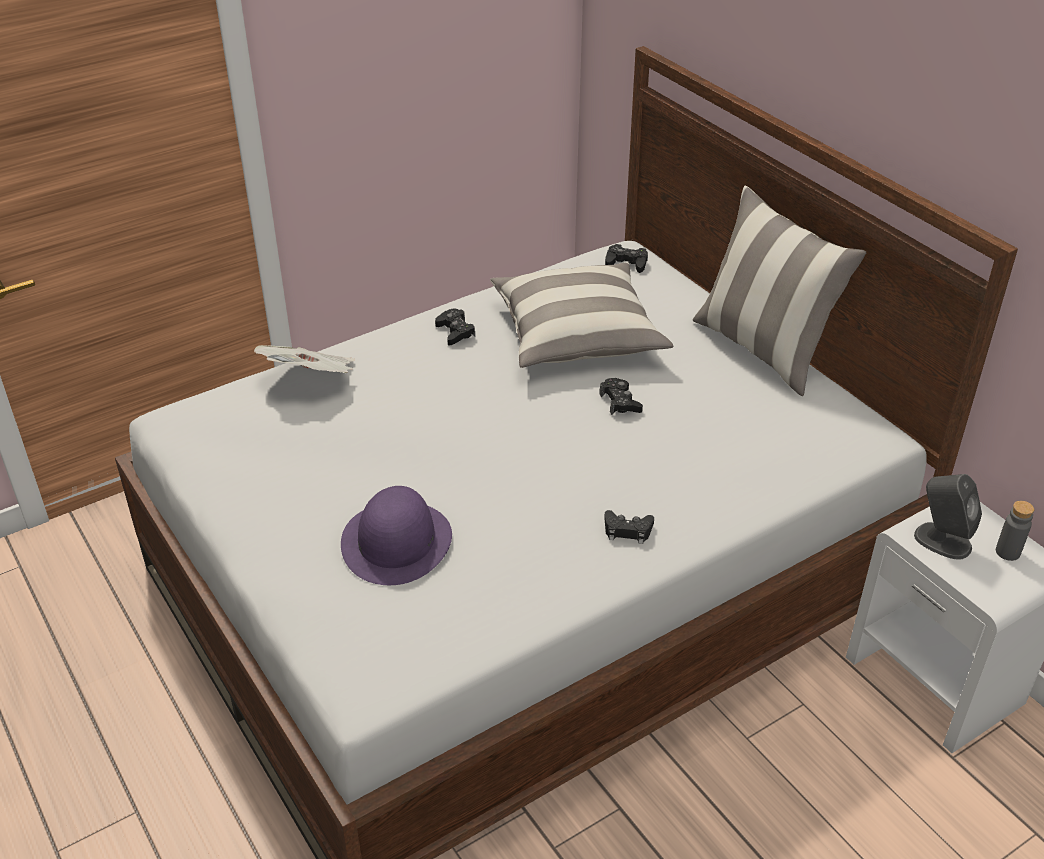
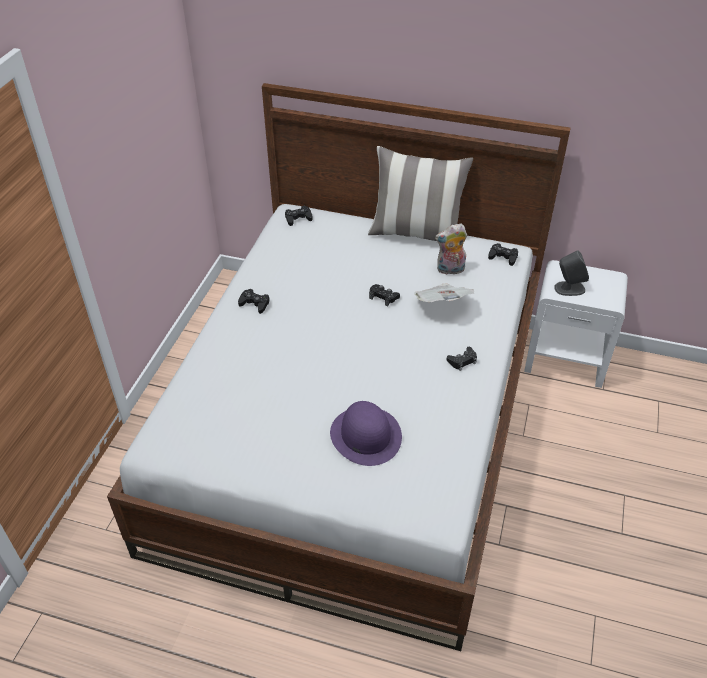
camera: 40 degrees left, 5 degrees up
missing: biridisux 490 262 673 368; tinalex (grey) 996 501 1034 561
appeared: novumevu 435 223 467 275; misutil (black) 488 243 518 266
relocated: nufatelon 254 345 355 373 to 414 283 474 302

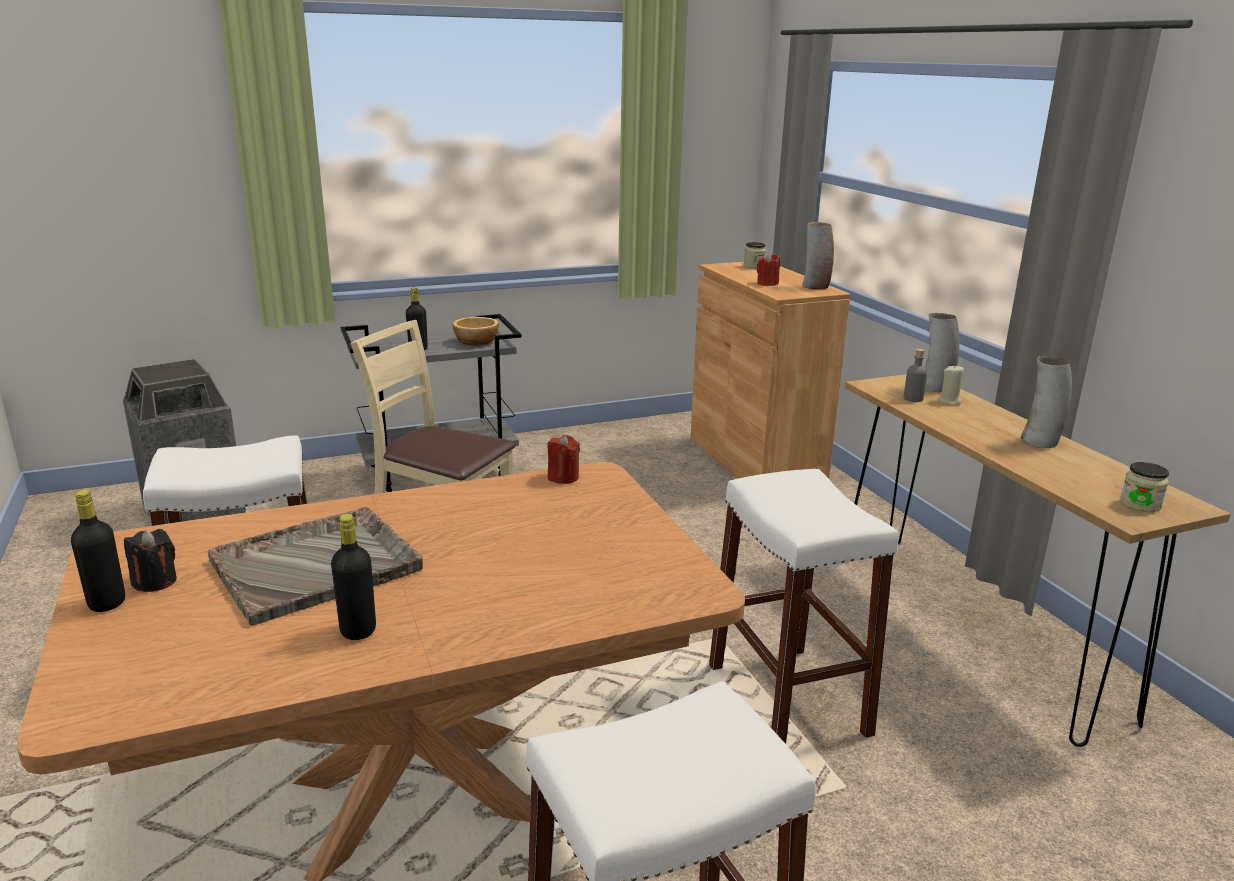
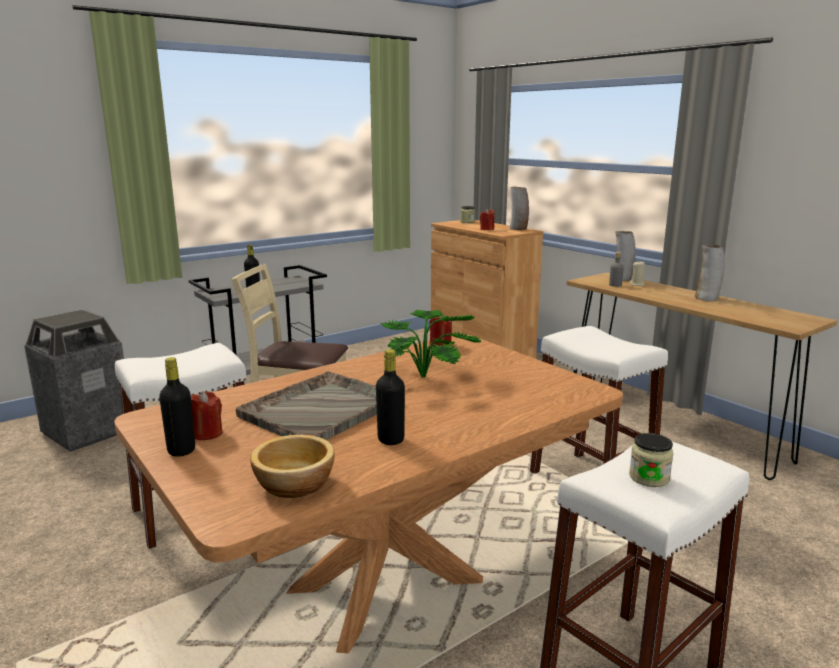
camera: 15 degrees left, 5 degrees down
appeared: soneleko 380 310 482 378
relocated: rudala 452 317 499 346 to 250 435 335 498; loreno 1120 462 1169 512 to 629 433 674 487
colour: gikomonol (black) 124 529 177 592 to gikomonol (red) 191 391 222 440

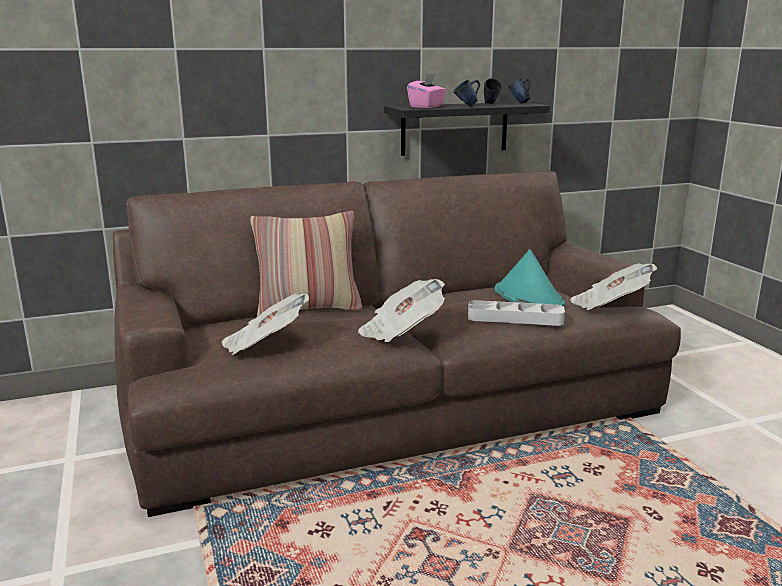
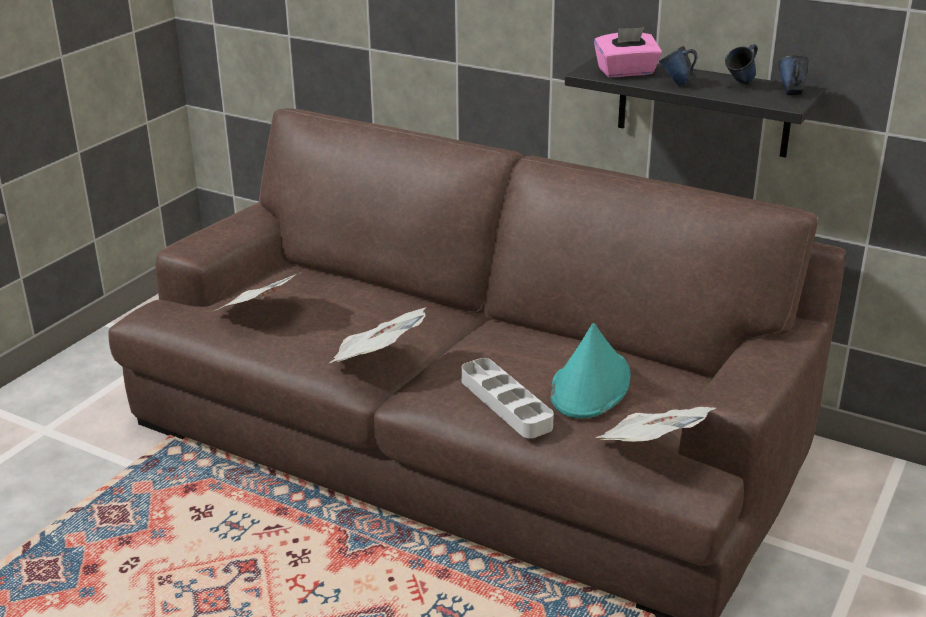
camera: 50 degrees right, 10 degrees up
missing: biridisux 250 211 362 317

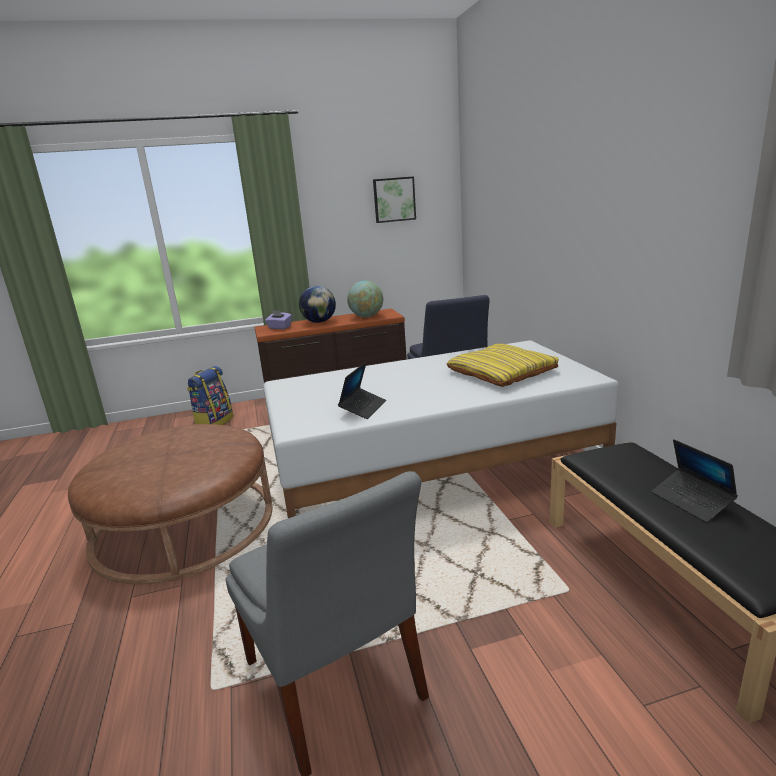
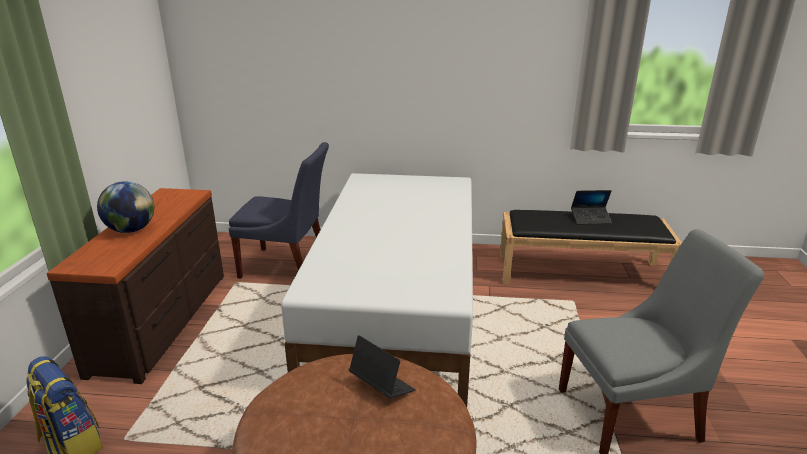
camera: 70 degrees left, 5 degrees up
missing: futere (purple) 265 310 292 329; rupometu 347 281 383 317; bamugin 373 176 416 223; biridisux (yellow) 447 344 559 387
relocated: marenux 338 362 386 419 to 349 335 416 399

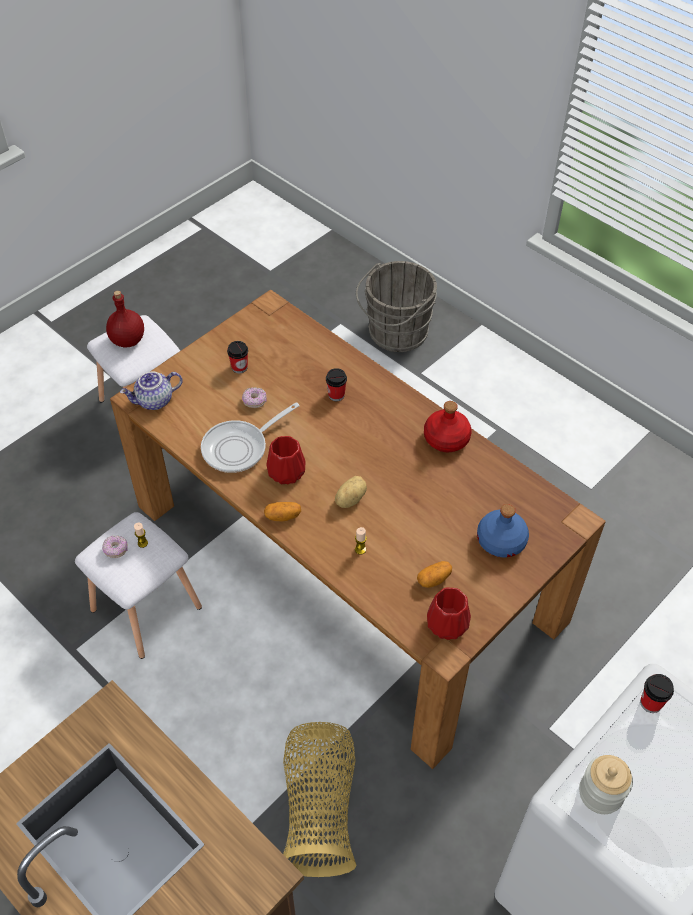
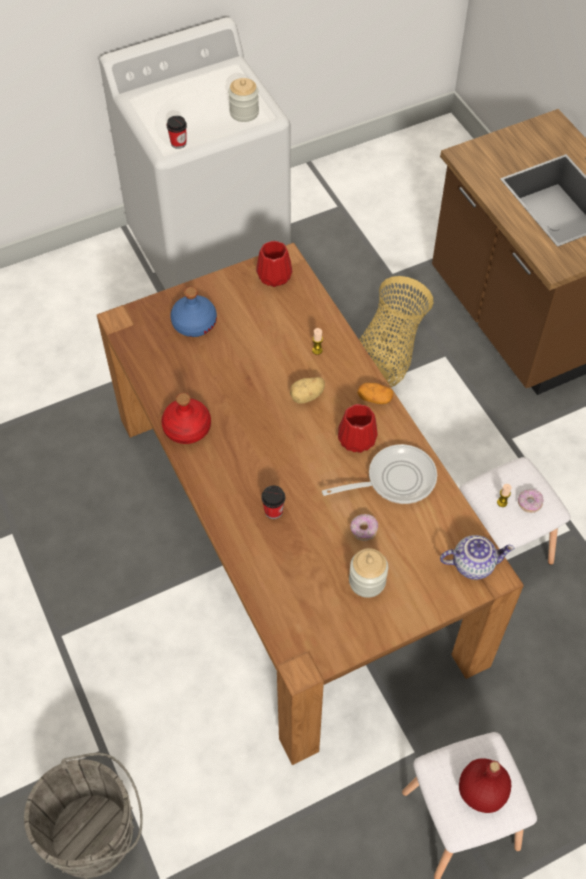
camera: 160 degrees left, 5 degrees up
missing: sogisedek 417 561 452 588
exchanged: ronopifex 227 341 248 373 to loreno 349 548 388 598

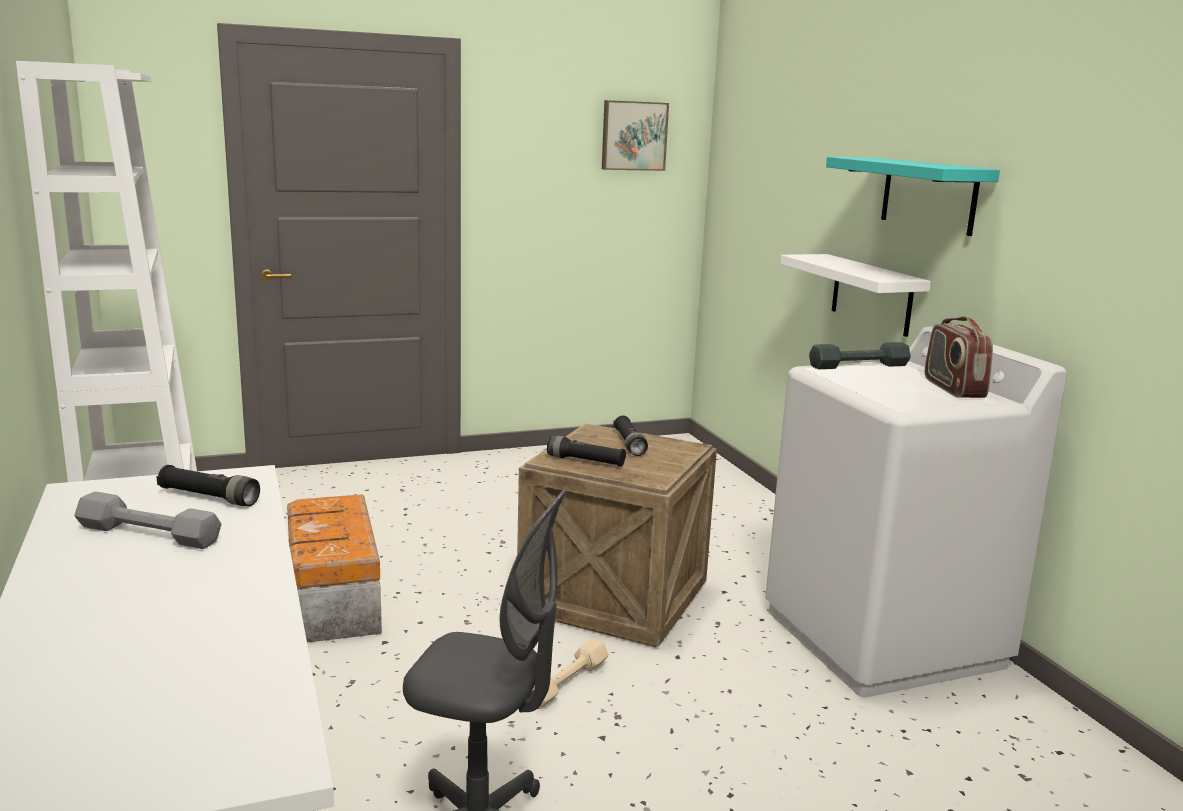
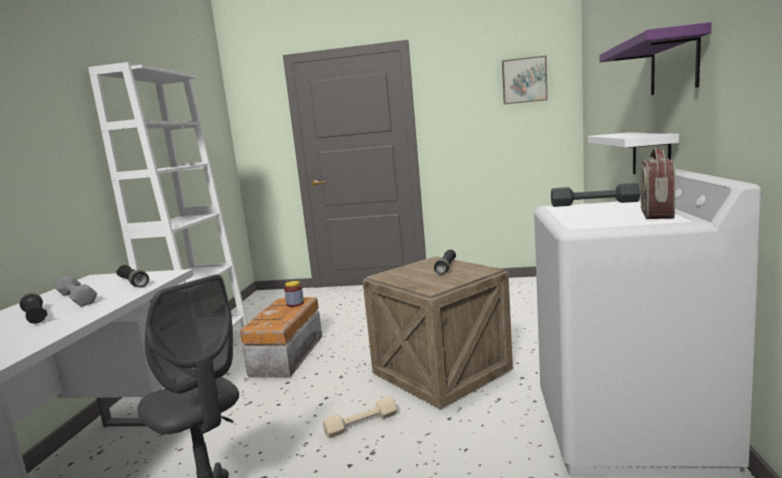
camera: 30 degrees right, 5 degrees down
appeared: loreno 284 281 304 307
relocated: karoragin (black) 547 436 626 467 to 19 293 48 324
colour: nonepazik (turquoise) 826 157 1000 236 to nonepazik (purple) 599 22 712 95

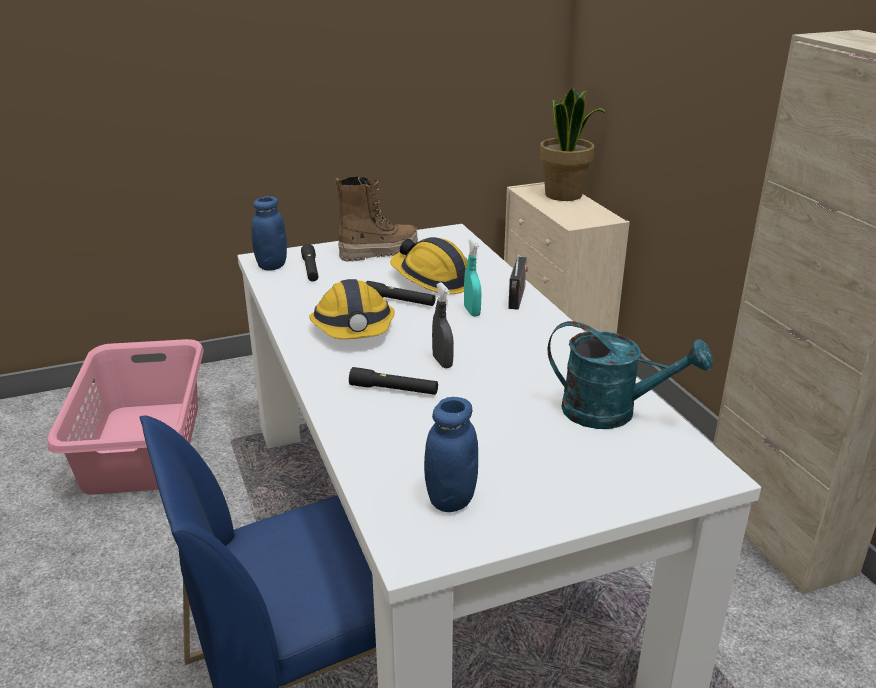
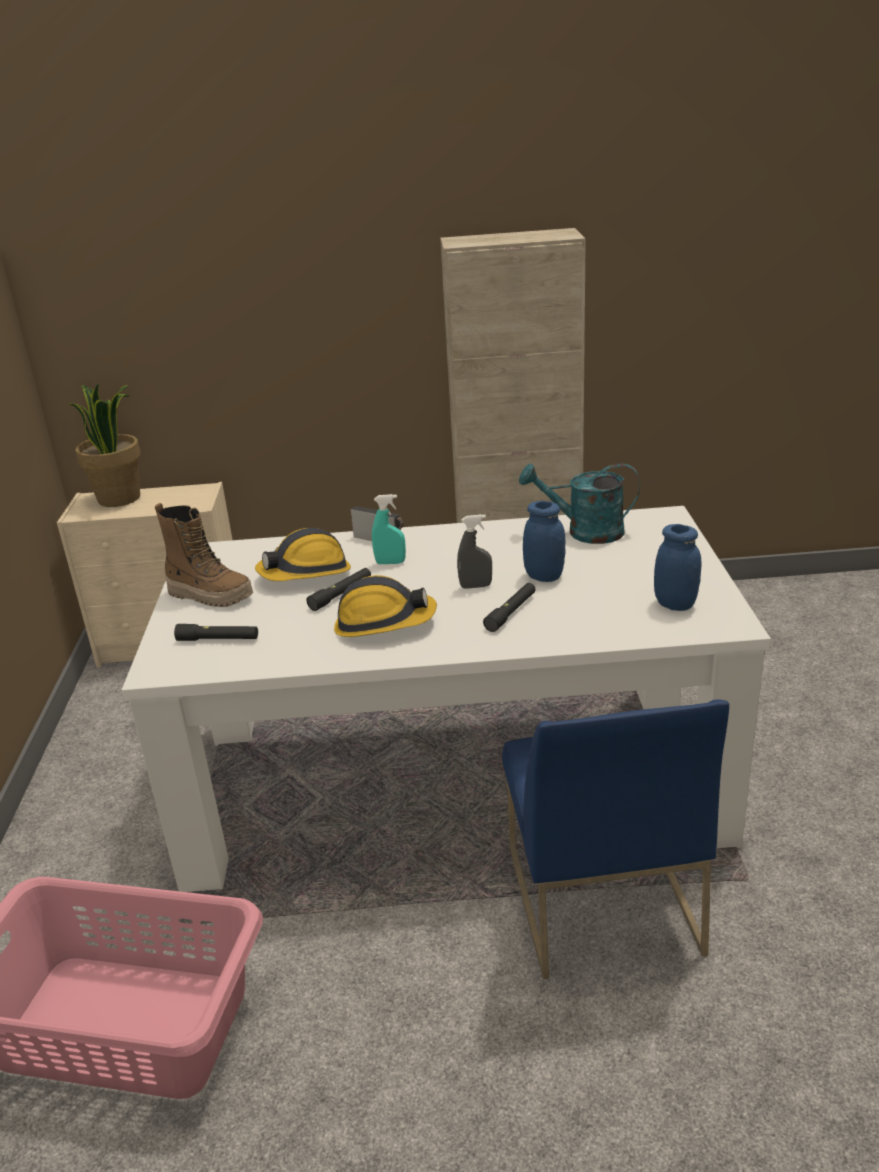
camera: 70 degrees left, 0 degrees up
relocated: loreno (blue) 251 196 287 271 to 523 501 565 582
spun: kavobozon 335 176 418 262 = 155 503 253 607 120 degrees clockwise; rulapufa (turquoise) 548 321 713 429 = 519 463 640 544 120 degrees counterclockwise

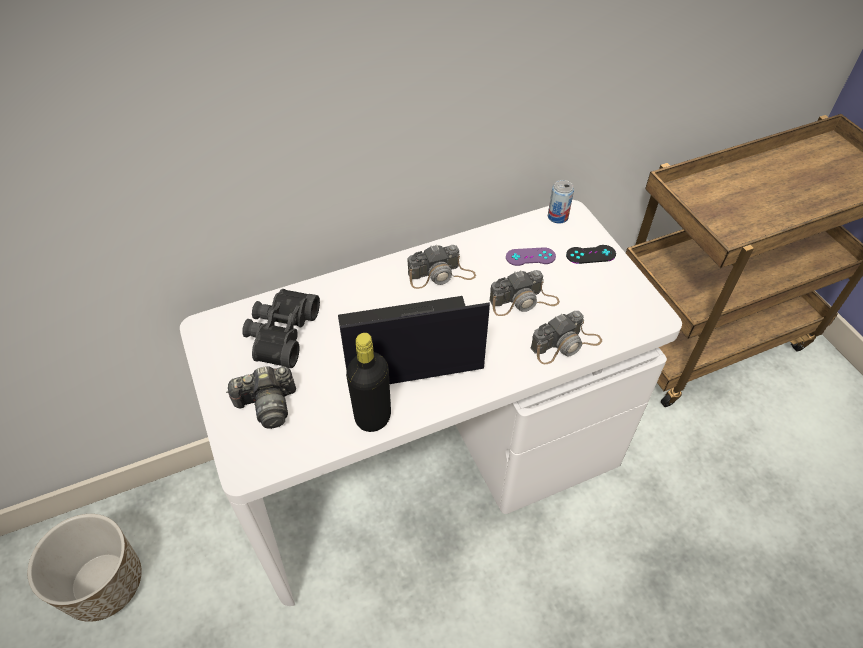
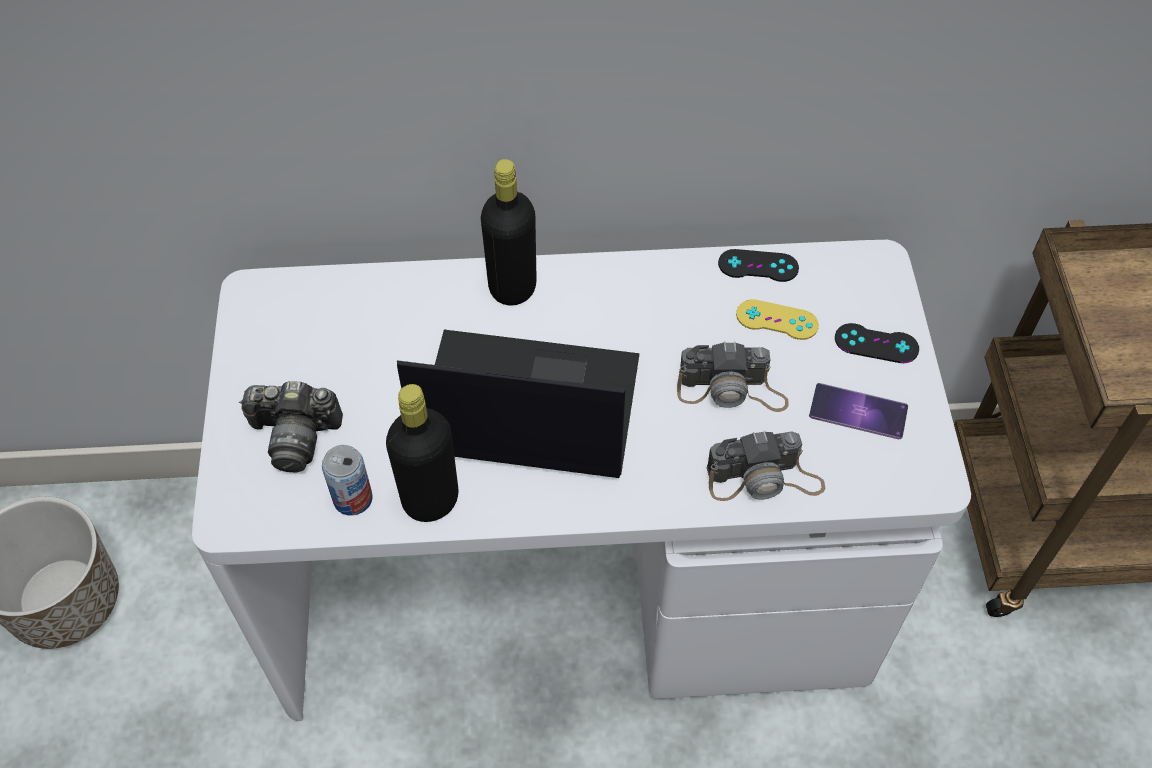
camera: 20 degrees right, 5 degrees up
missing: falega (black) 242 289 320 368; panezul 408 244 476 289
appeared: tinalex (black) 481 159 537 306; misutil (black) 718 249 799 282; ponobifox 809 383 908 439
relocated: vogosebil 548 180 574 224 to 322 445 373 516
colour: misutil (purple) 506 247 556 266 to misutil (yellow) 736 299 819 340

